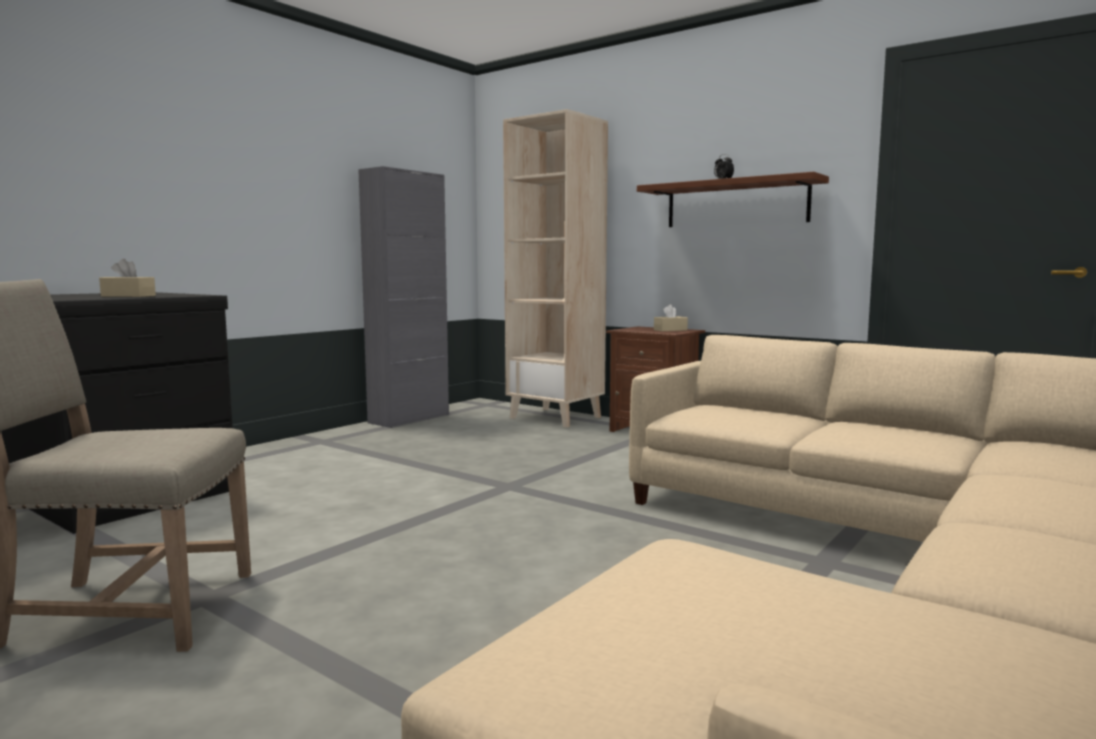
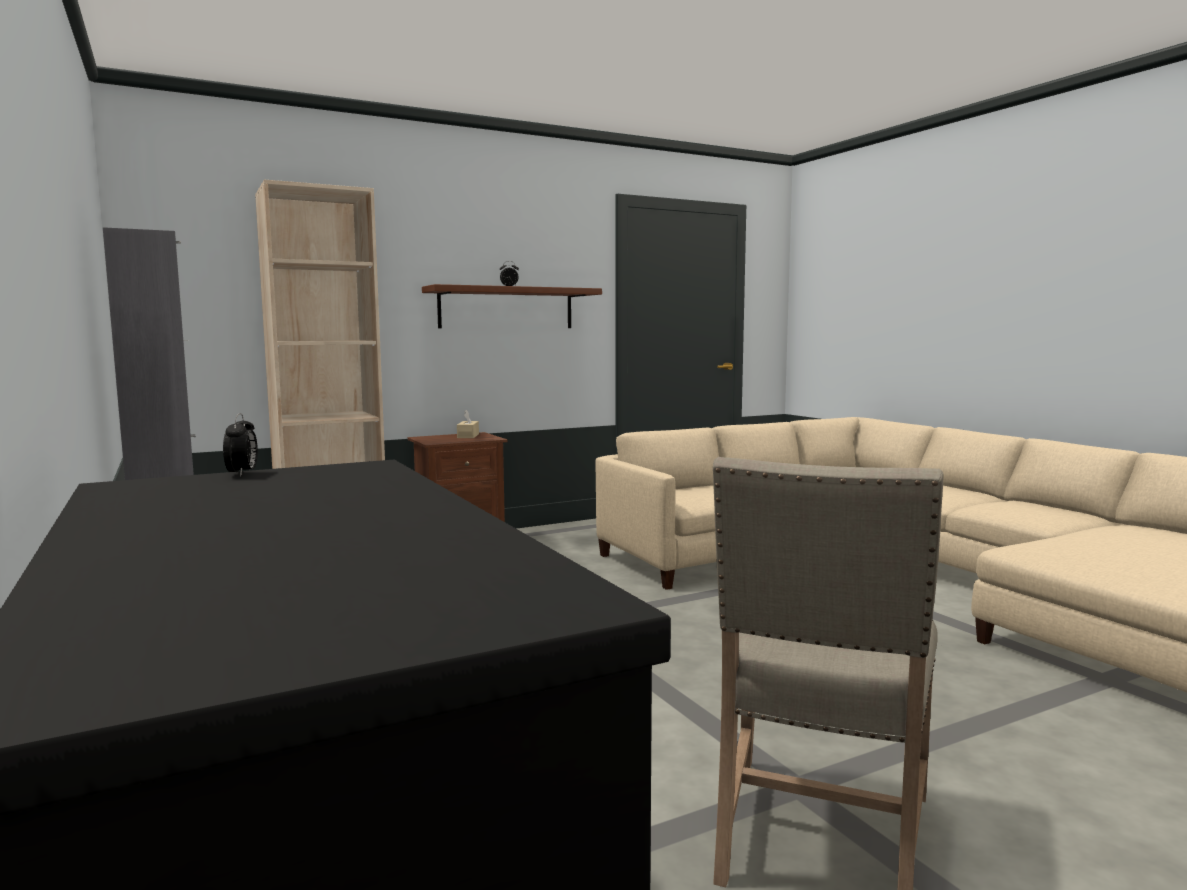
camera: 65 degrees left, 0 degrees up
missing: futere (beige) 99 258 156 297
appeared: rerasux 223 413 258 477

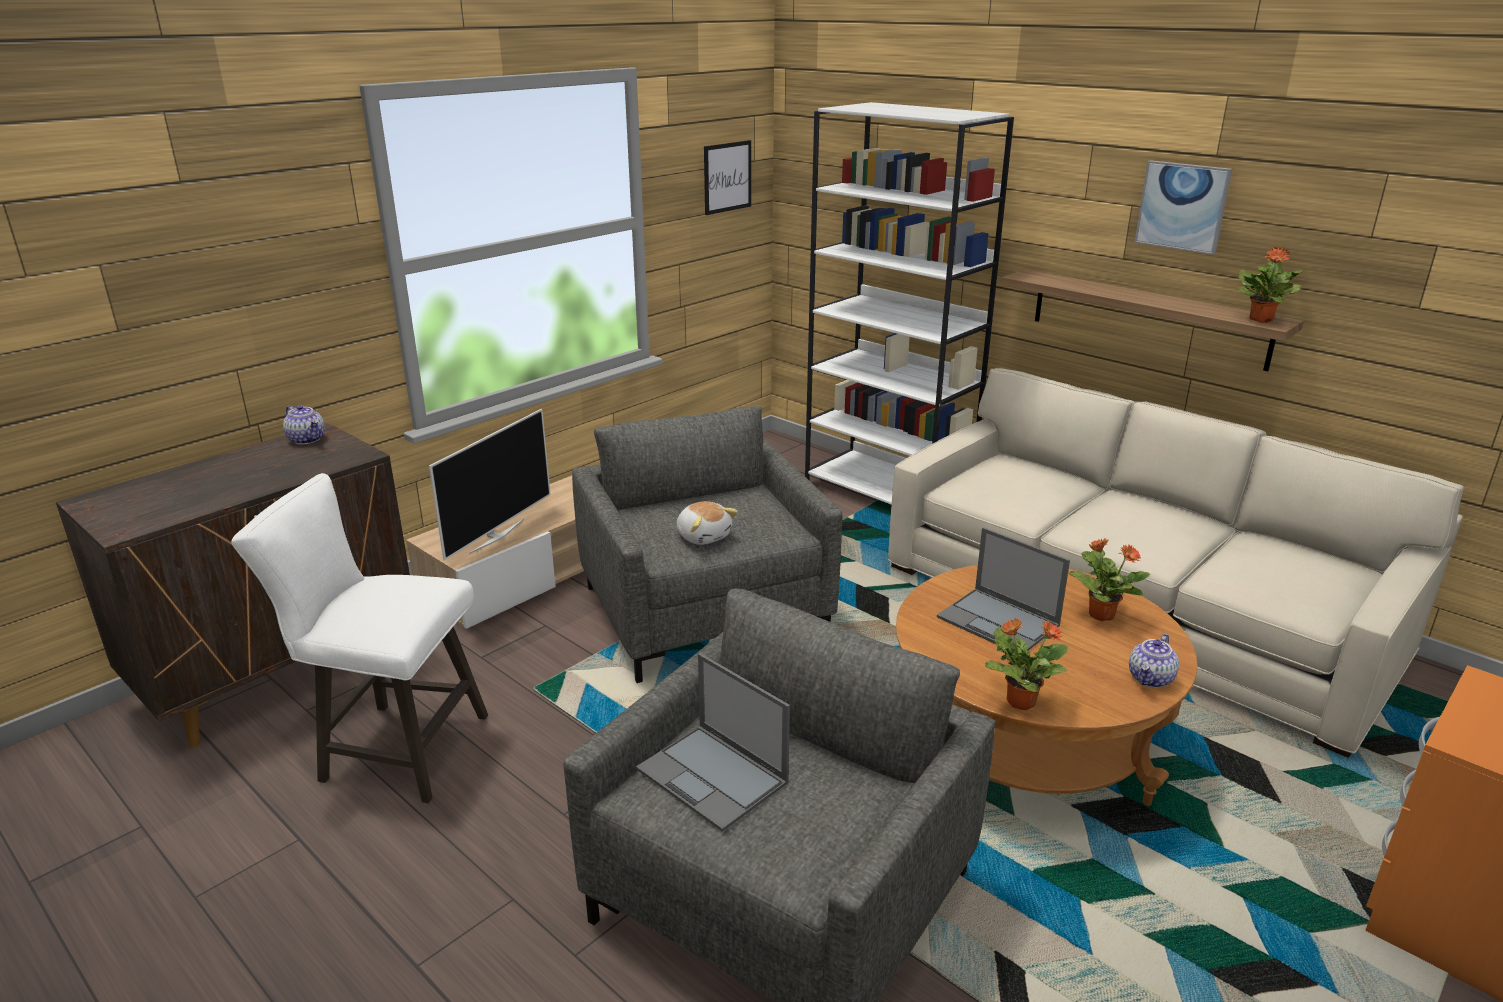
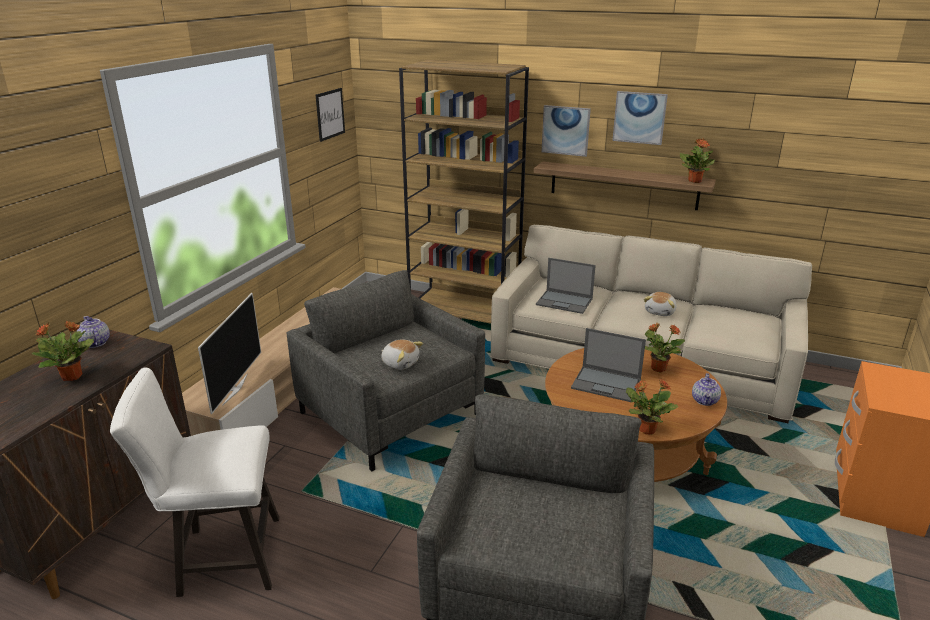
camera: 20 degrees left, 0 degrees up
appeared: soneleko 32 321 94 381; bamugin 542 105 591 157; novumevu 644 292 677 316
relocated: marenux 636 653 790 832 to 536 258 596 314
colour: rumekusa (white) 805 102 1014 505 to rumekusa (brown) 399 60 529 324
spun: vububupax 283 405 325 445 = 77 316 110 348 150 degrees counterclockwise

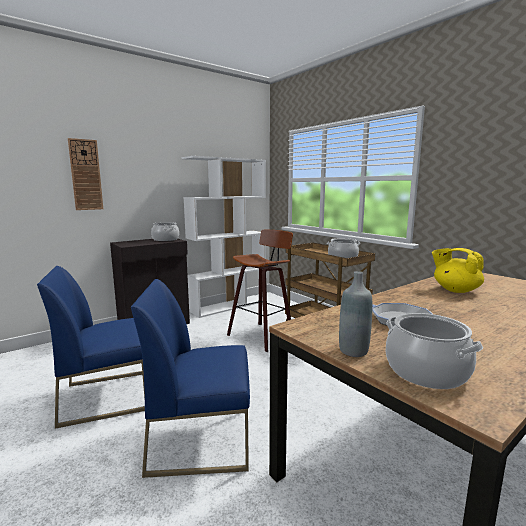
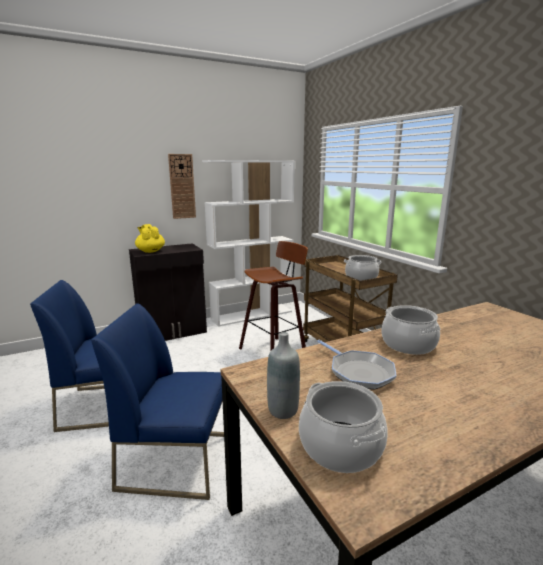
camera: 10 degrees right, 5 degrees up
relocated: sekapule 68 138 103 210 to 168 154 196 219; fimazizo 151 222 179 241 to 381 305 441 355; vububupax (yellow) 432 248 484 293 to 135 224 165 253

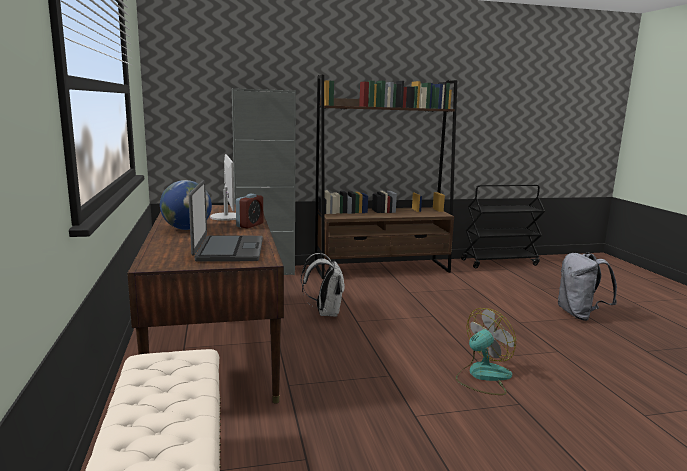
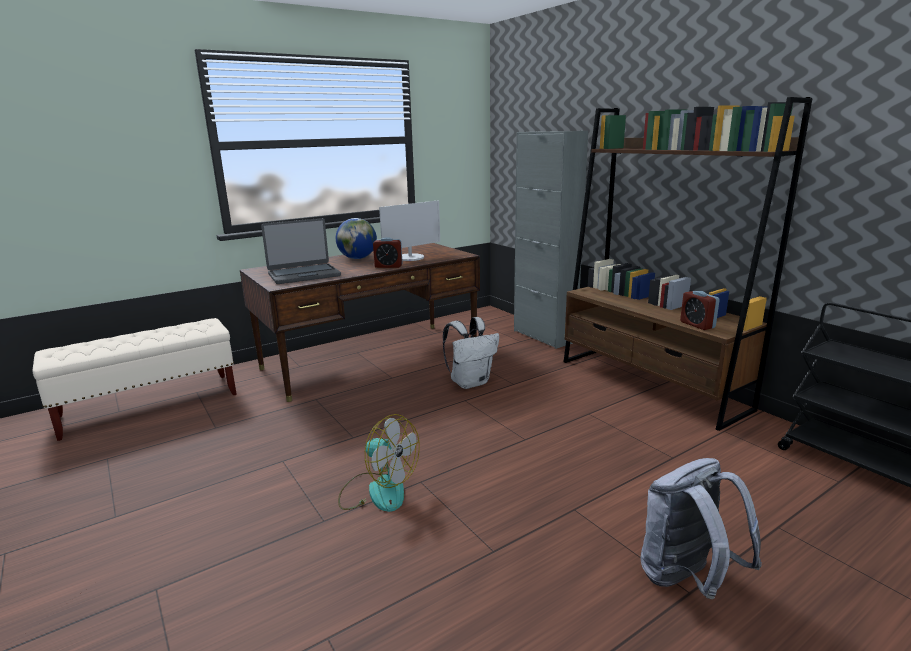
camera: 70 degrees right, 5 degrees up
appeared: rerasux 680 291 720 330

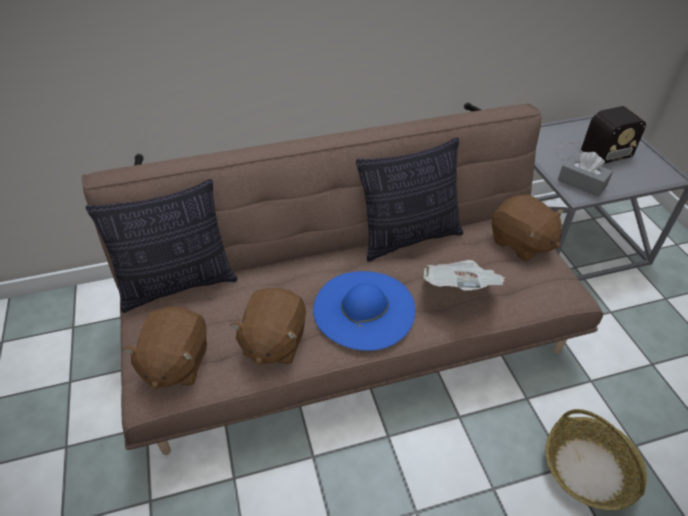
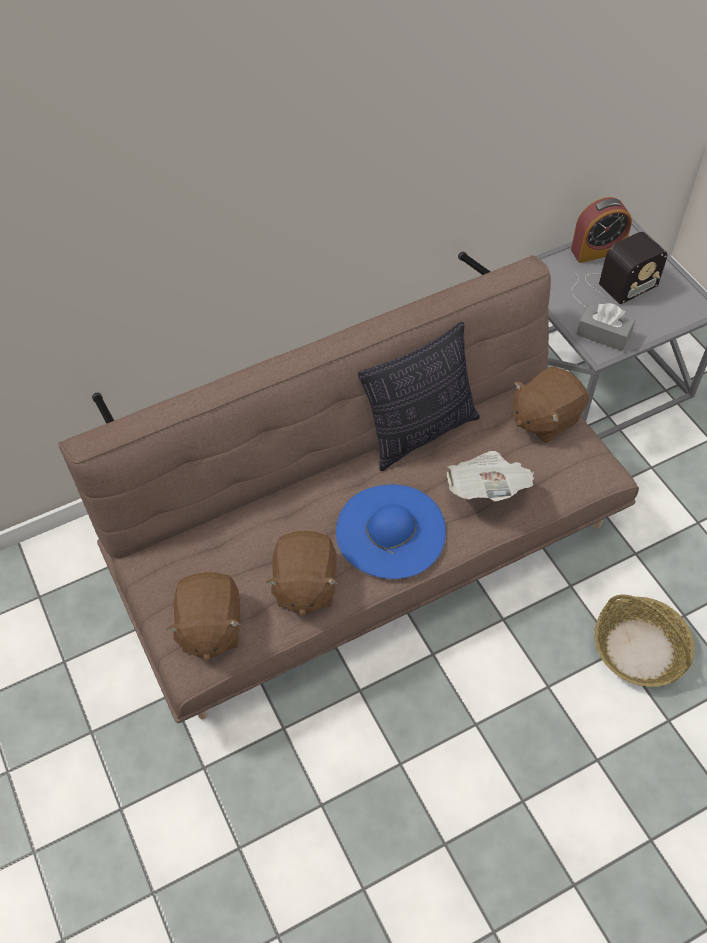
camera: 10 degrees left, 10 degrees up
missing: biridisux 86 179 237 313
appeared: rerasux 571 197 632 263
spun: novumevu (brown) 492 194 564 261 = 513 366 589 443 105 degrees clockwise

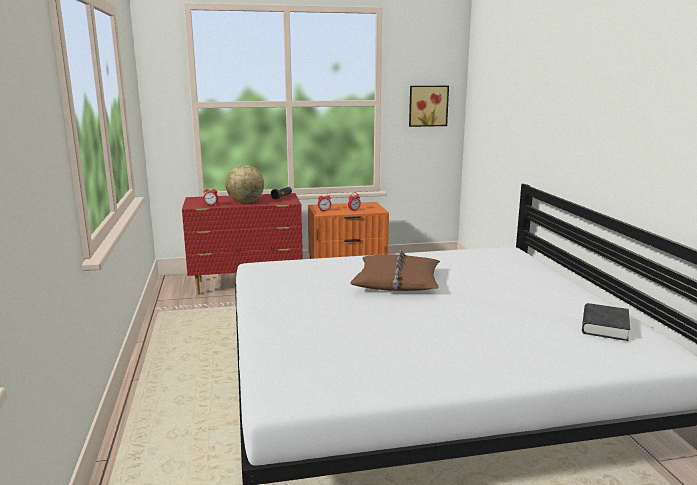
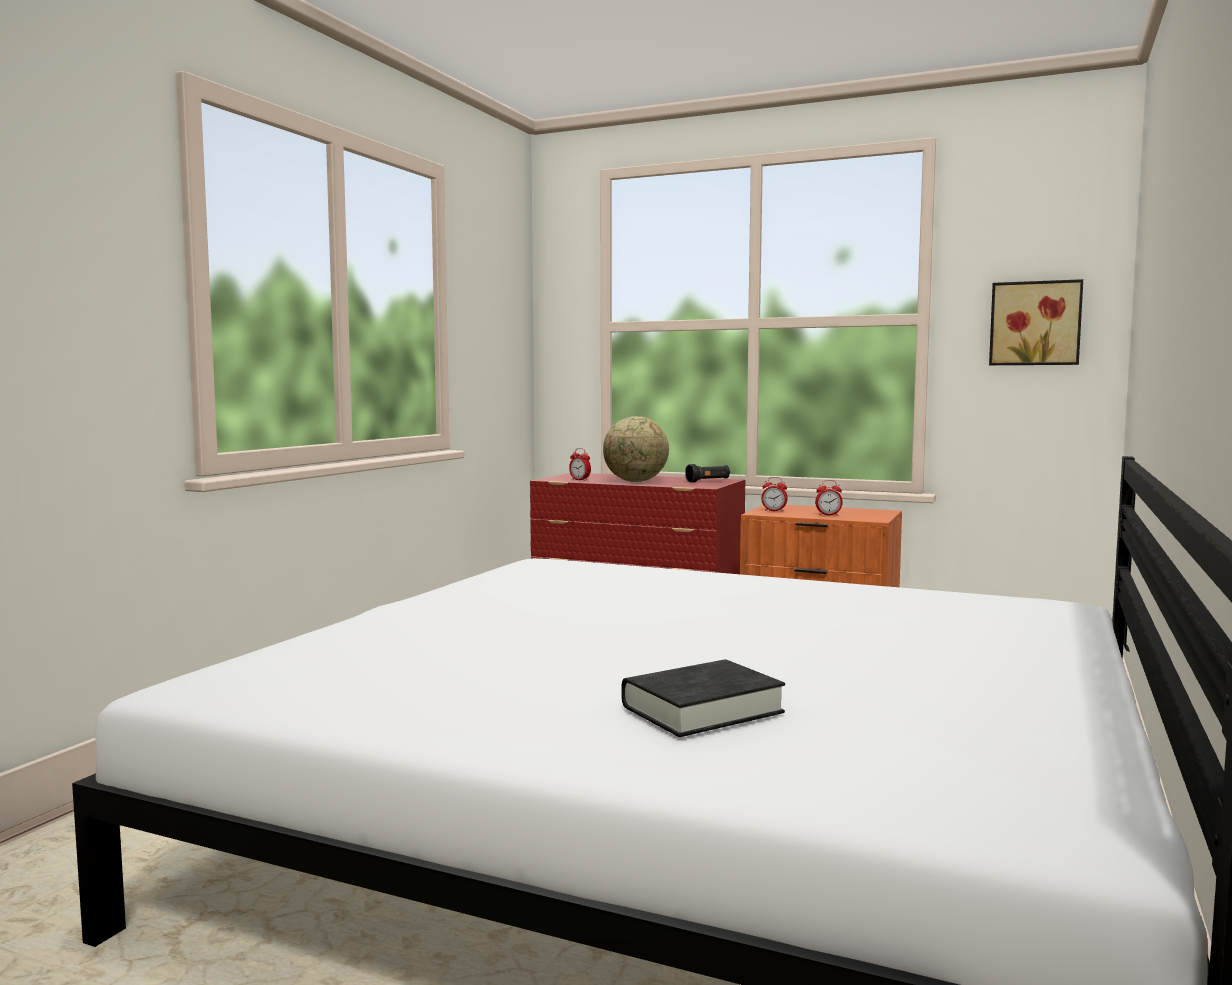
camera: 35 degrees right, 10 degrees down
missing: biridisux (brown) 351 250 440 291
relocated: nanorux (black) 582 303 630 341 to 621 659 785 737

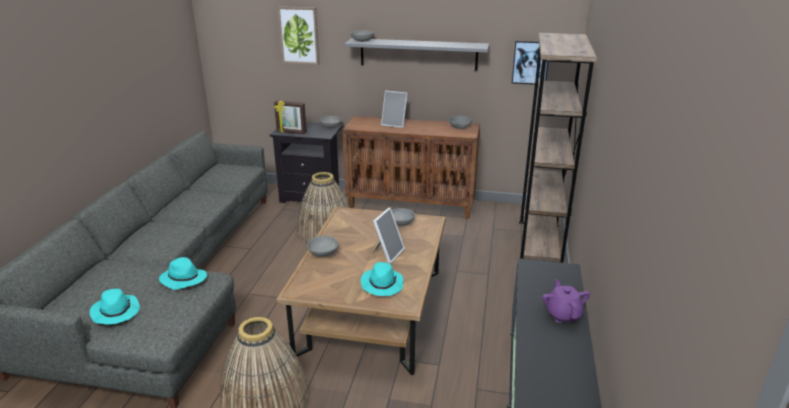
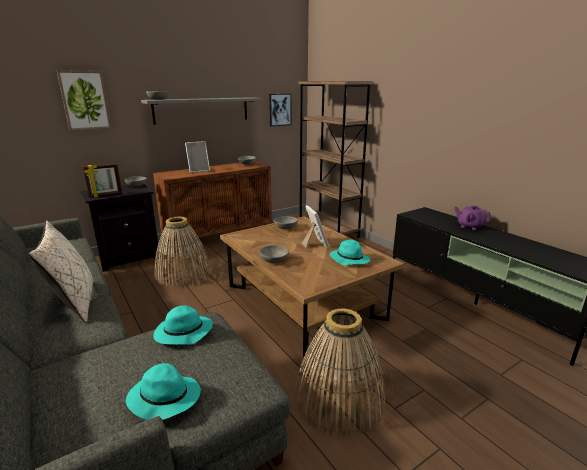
camera: 45 degrees left, 5 degrees down
appeared: biridisux (beige) 28 220 94 323

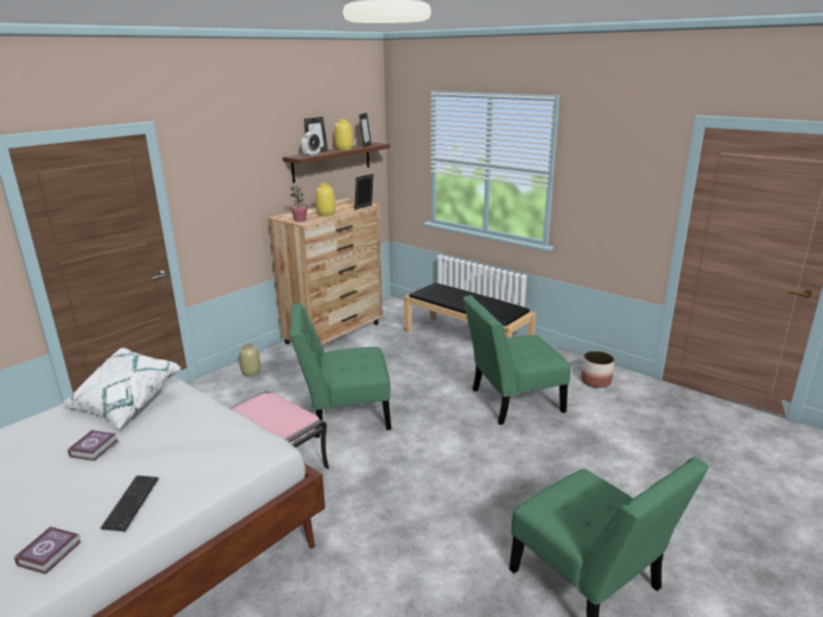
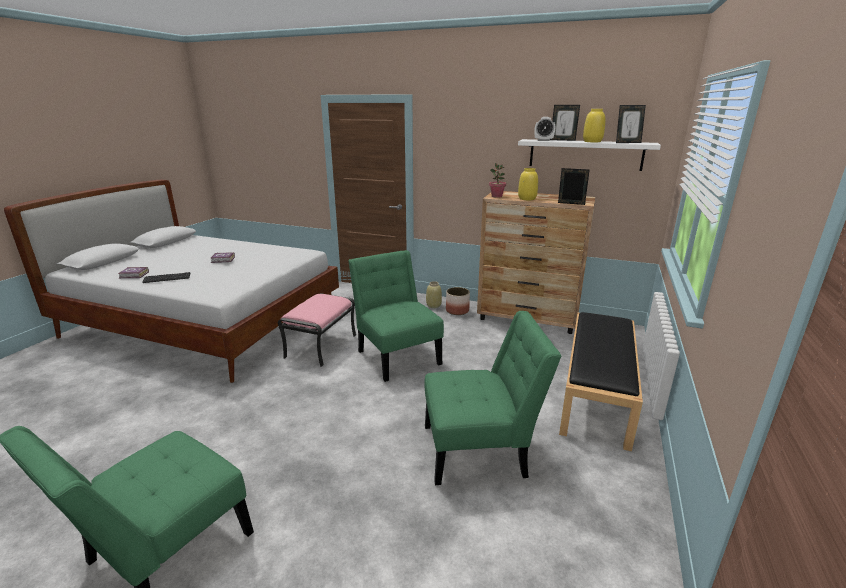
camera: 70 degrees right, 0 degrees up
missing: biridisux (white) 60 348 181 430
relocated: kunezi 581 351 614 388 to 446 287 470 315
colour: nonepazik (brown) 283 143 390 183 to nonepazik (white) 518 139 661 171
spun: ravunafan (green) 463 295 571 425 = 424 311 562 485 120 degrees clockwise

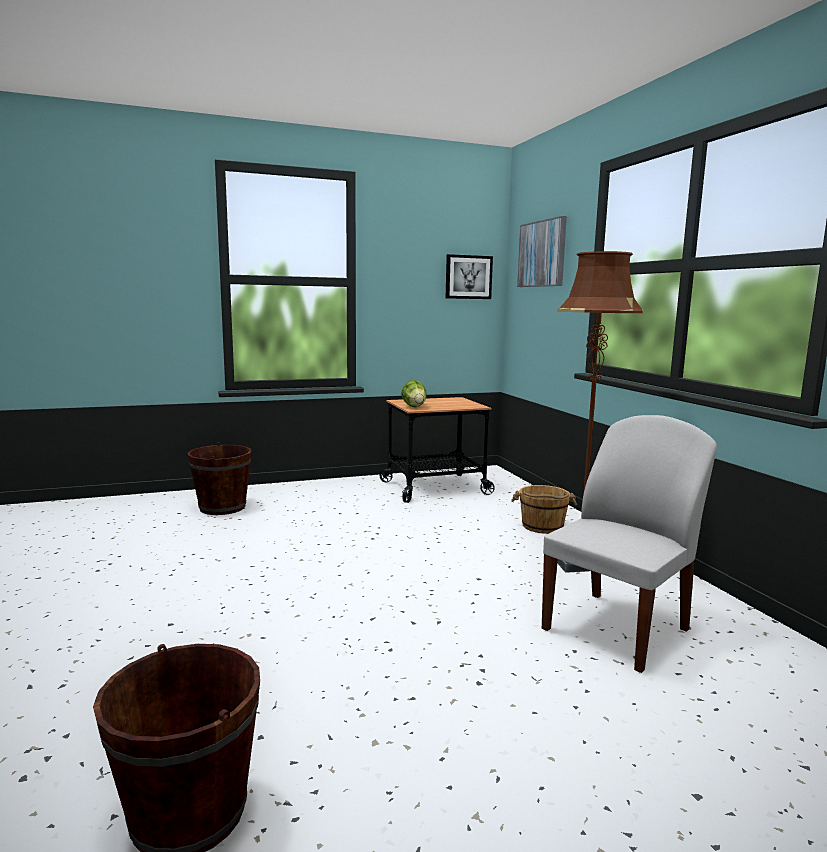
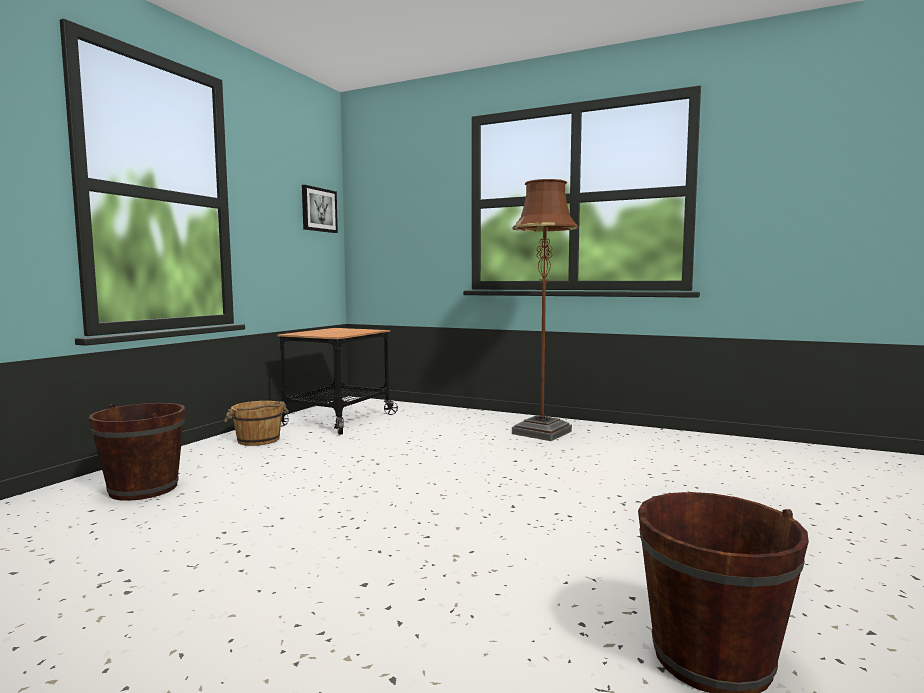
camera: 45 degrees left, 5 degrees down
missing: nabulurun 401 380 427 407; bamugin 517 216 567 287; ravunafan (white) 542 415 717 673
relocated: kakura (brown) 511 485 577 534 to 224 401 289 446

